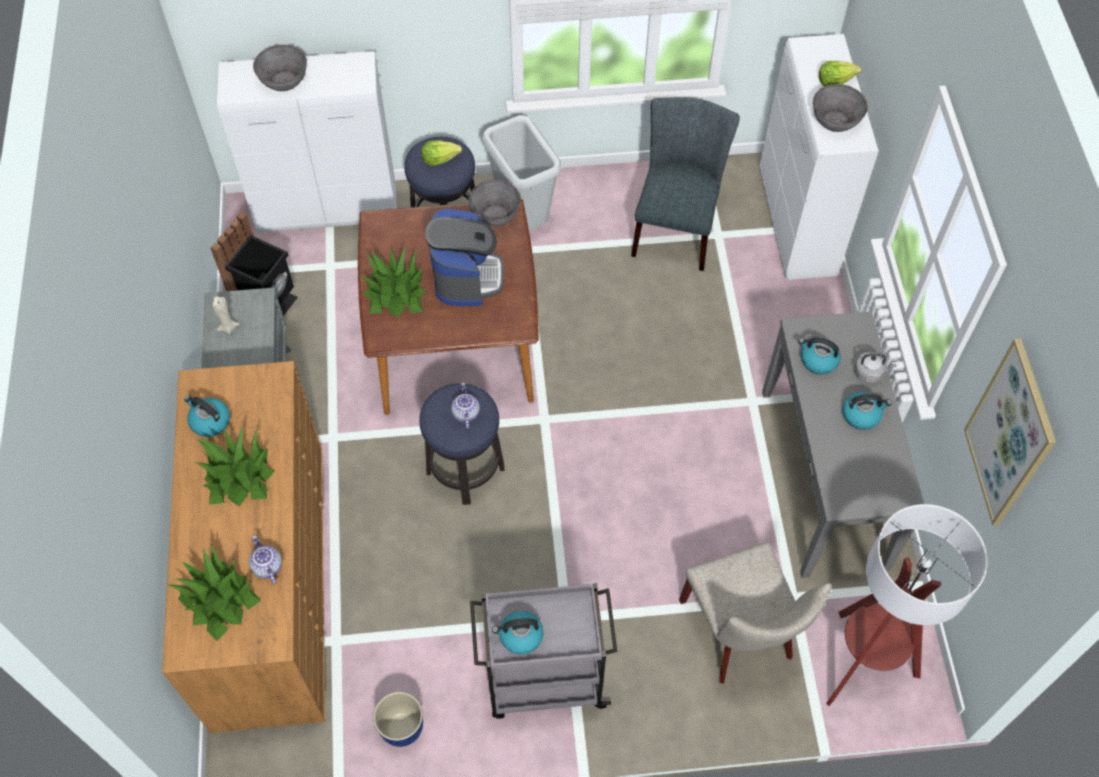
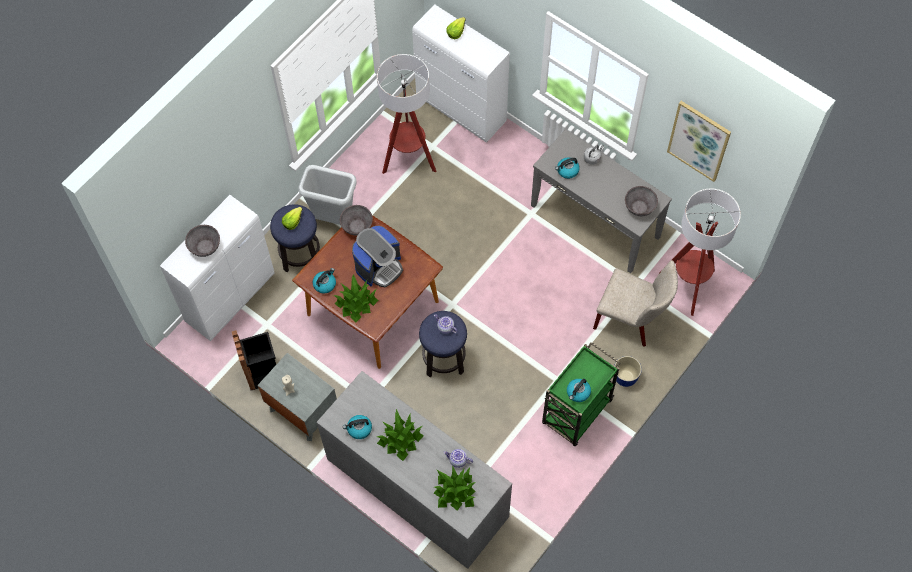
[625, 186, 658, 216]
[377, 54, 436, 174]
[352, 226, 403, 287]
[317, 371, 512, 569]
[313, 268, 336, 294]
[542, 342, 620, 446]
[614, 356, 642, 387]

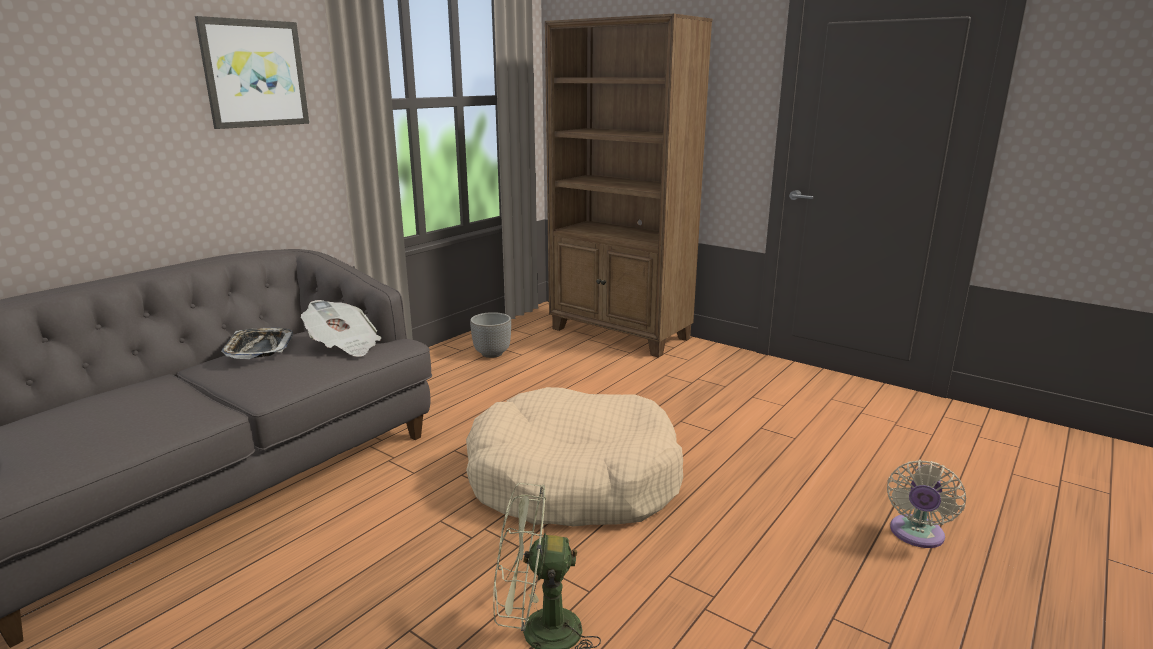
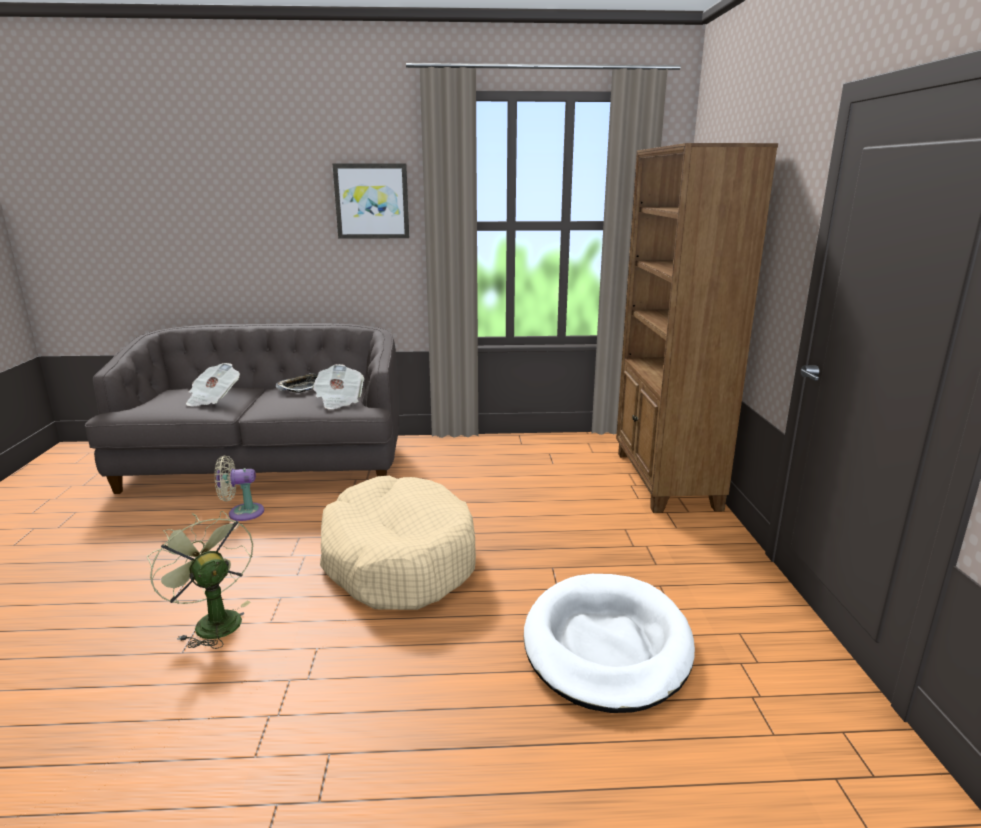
[470, 312, 511, 358] (first image)
[215, 455, 264, 521]
[186, 363, 240, 406]
[524, 574, 695, 713]

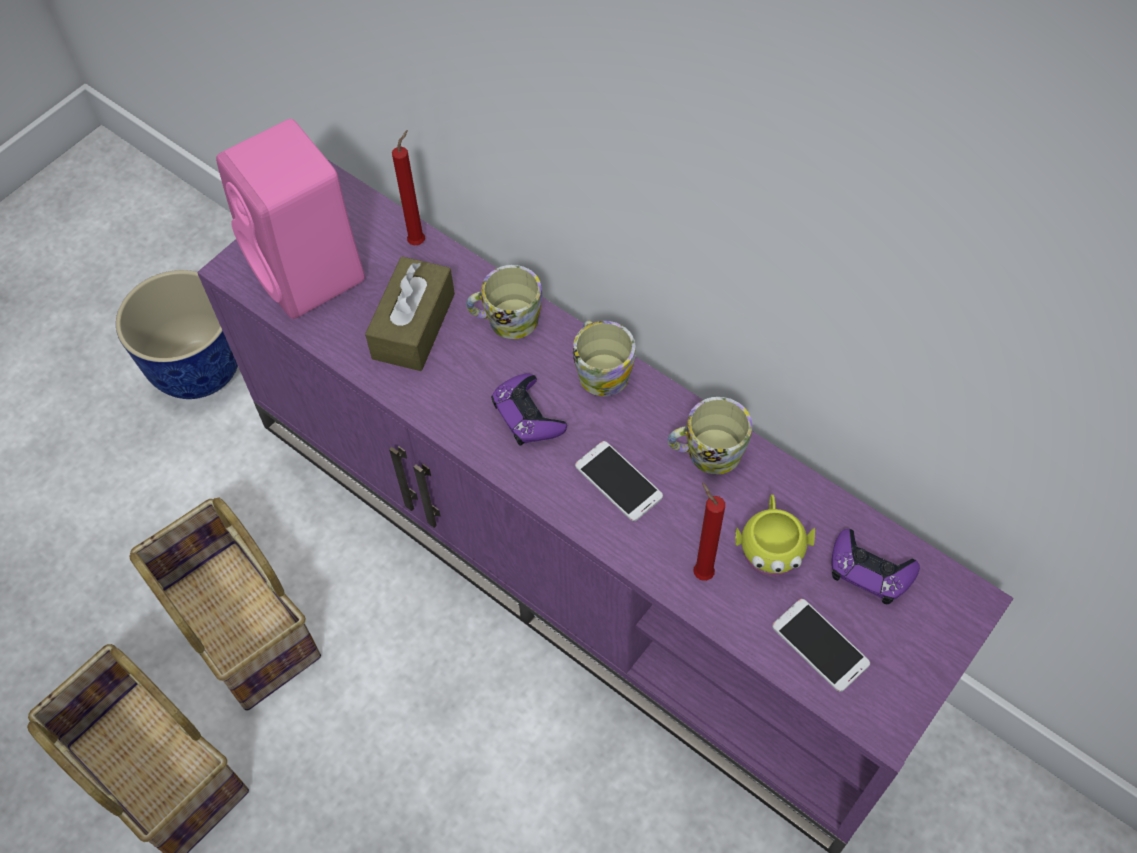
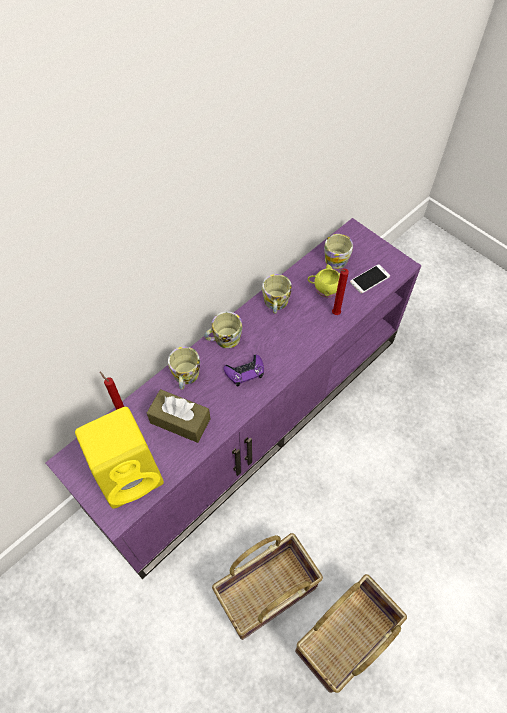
[75, 407, 164, 509]
[116, 270, 238, 399] (first image)
[575, 441, 663, 521] (first image)
[324, 234, 353, 269]

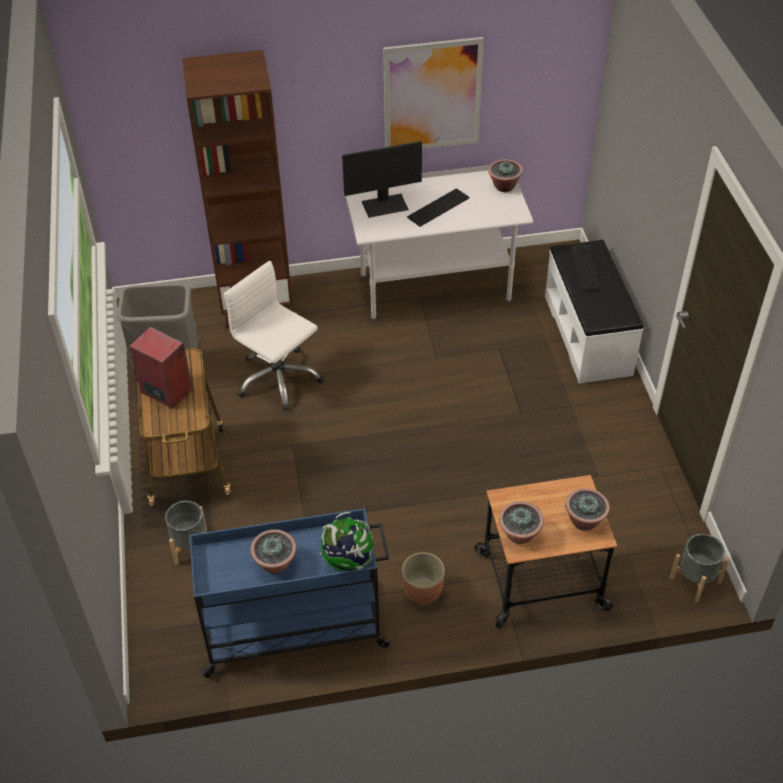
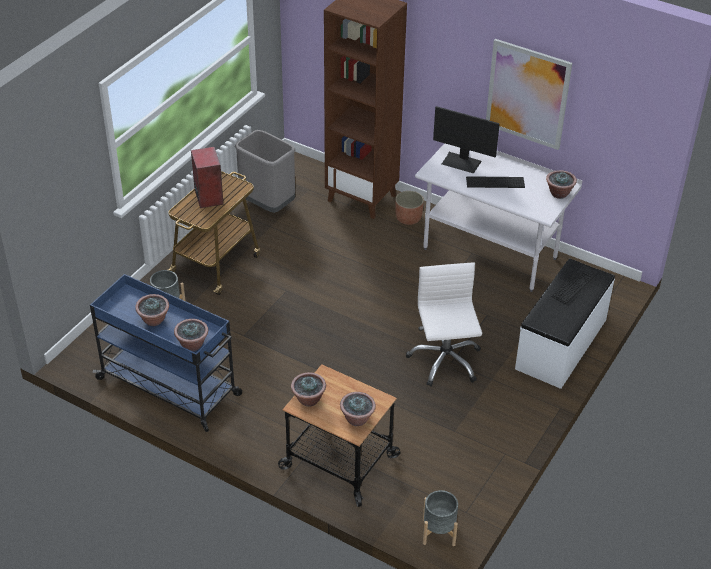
[406, 262, 482, 387]
[174, 319, 208, 351]
[395, 191, 424, 225]

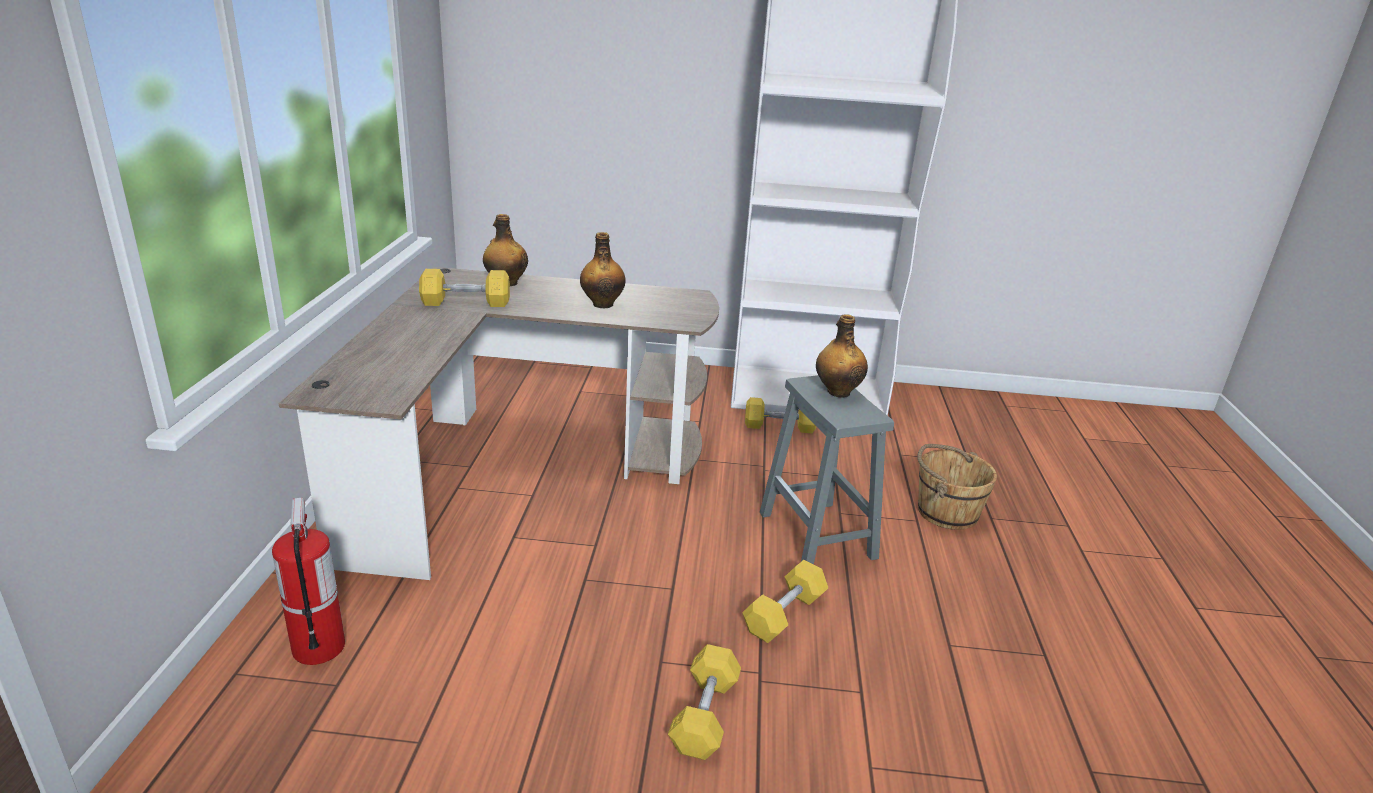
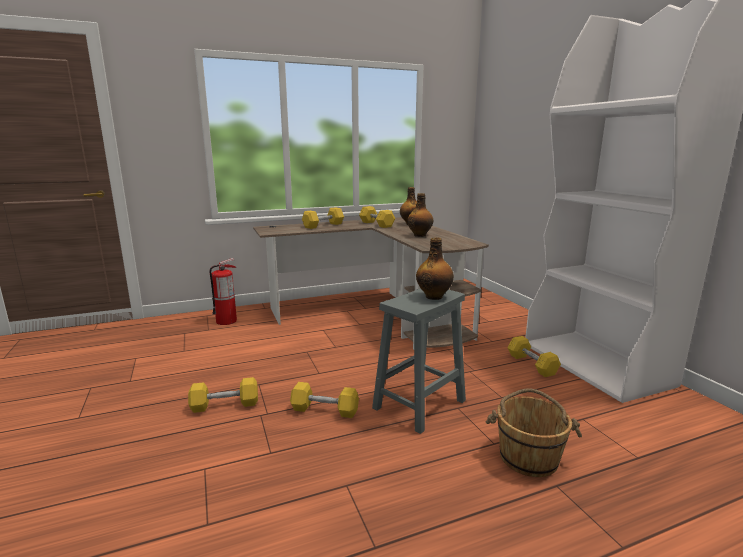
[302, 207, 344, 229]

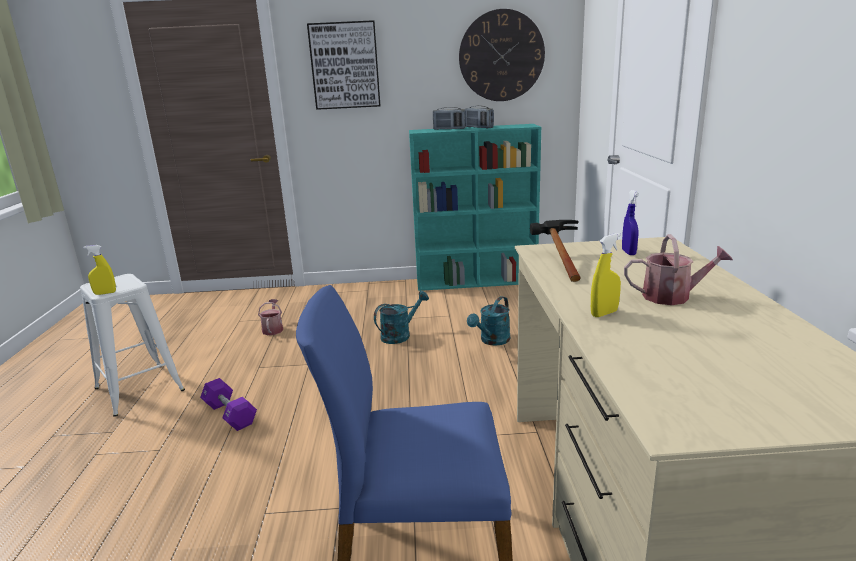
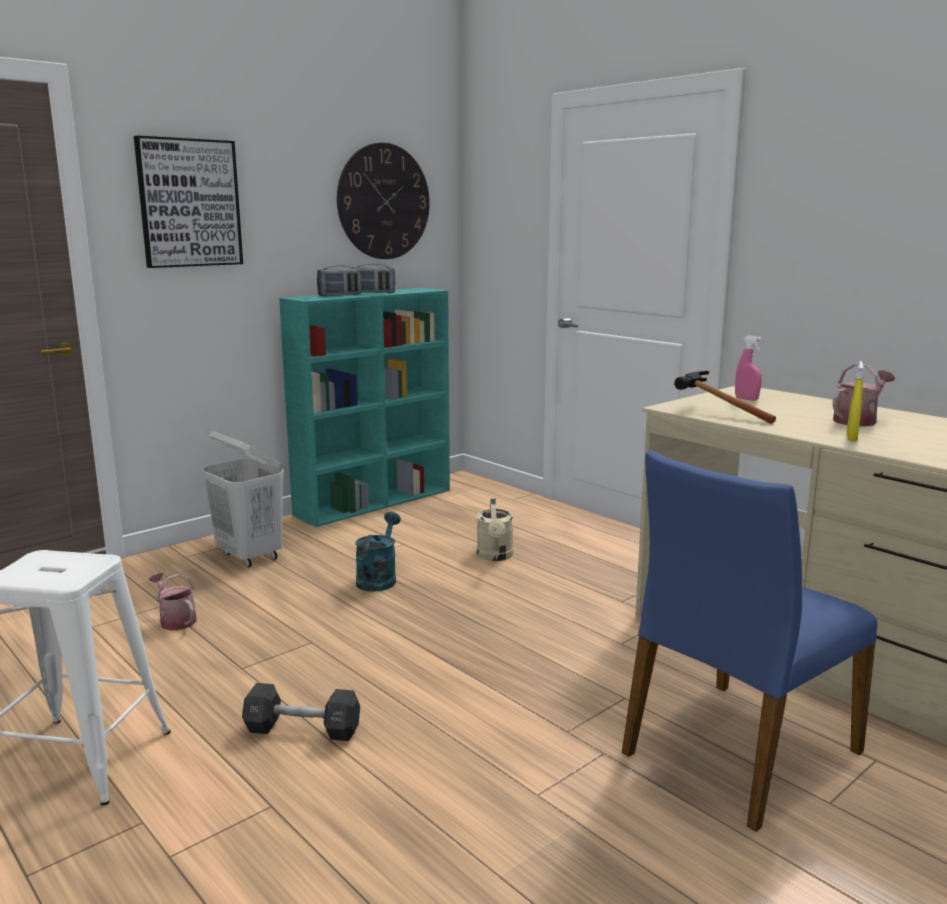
[735, 336, 762, 401]
[83, 245, 116, 295] (first image)
[477, 499, 513, 561]
[242, 683, 360, 741]
[201, 431, 284, 568]

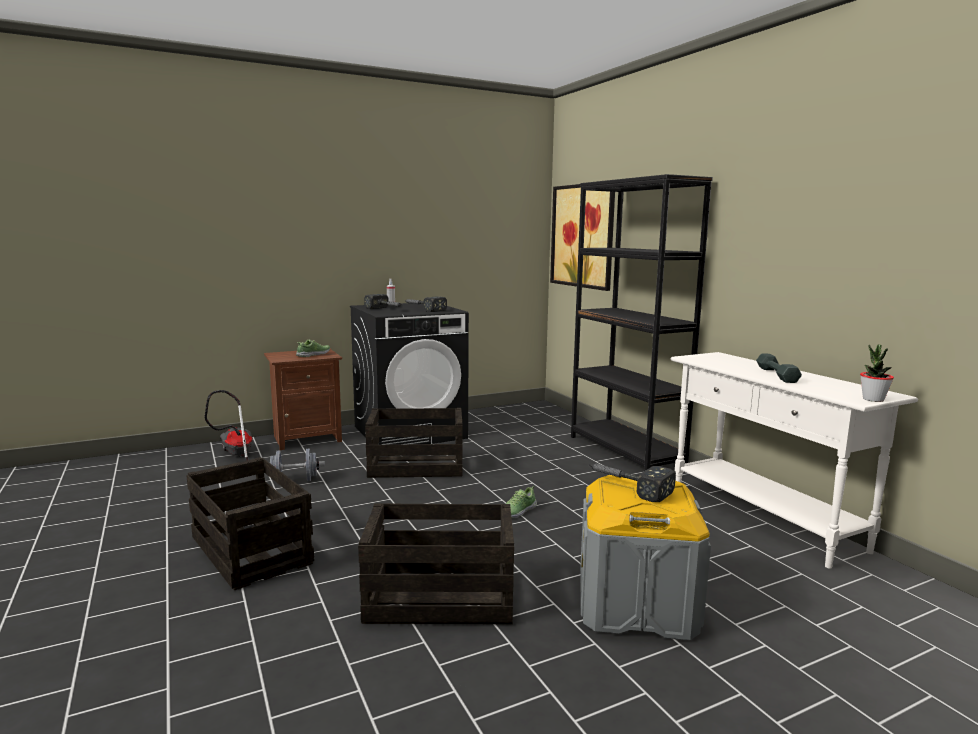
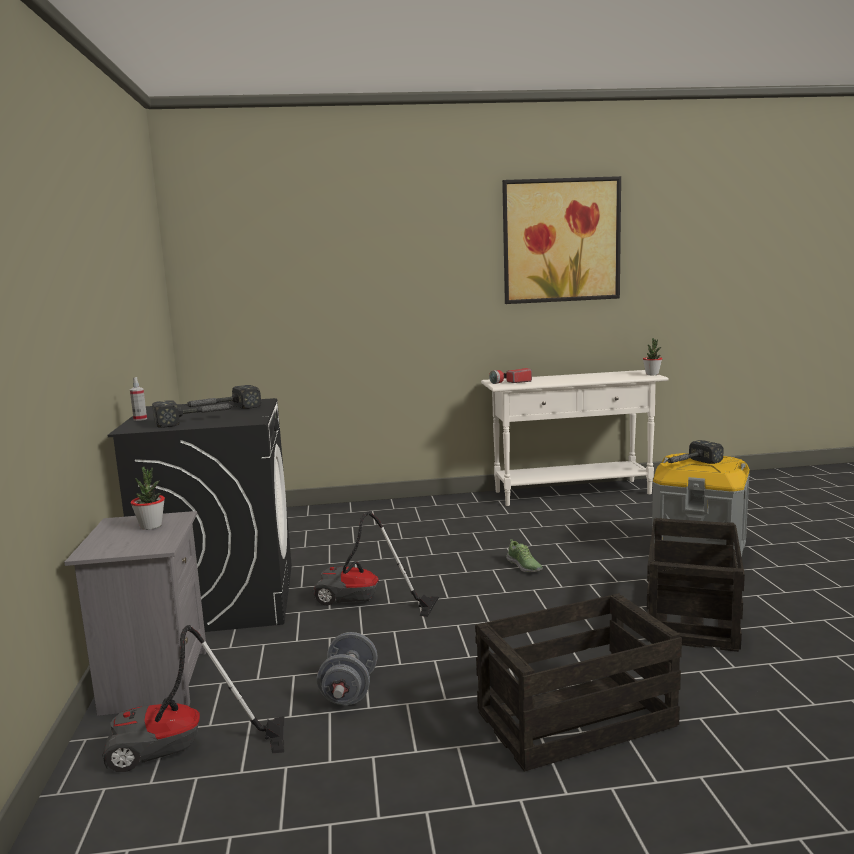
[571, 174, 713, 471] (first image)
[502, 176, 621, 304]
[131, 467, 165, 530]
[64, 511, 206, 716]
[756, 354, 802, 383] (first image)
[313, 512, 439, 617]
[489, 368, 532, 384]

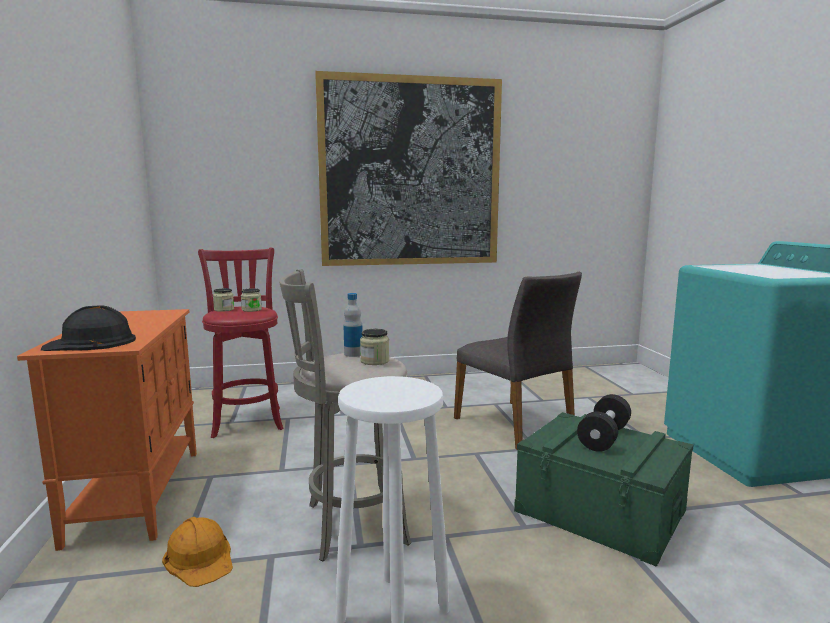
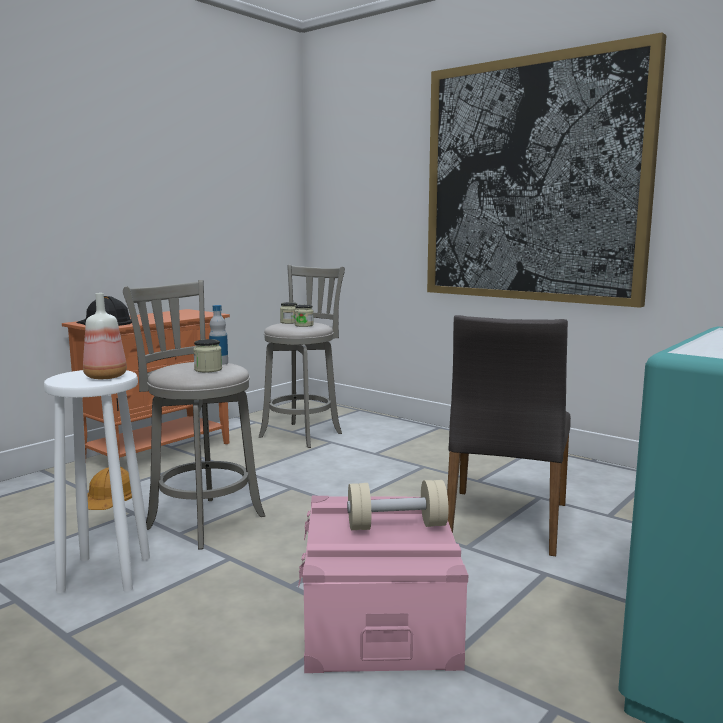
[259, 264, 345, 448]
[347, 480, 448, 530]
[298, 496, 468, 673]
[83, 293, 127, 379]

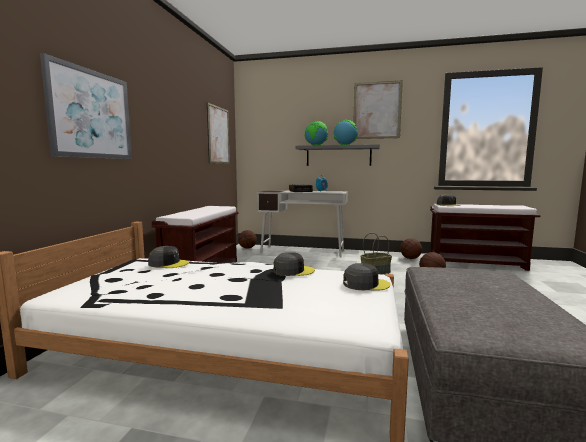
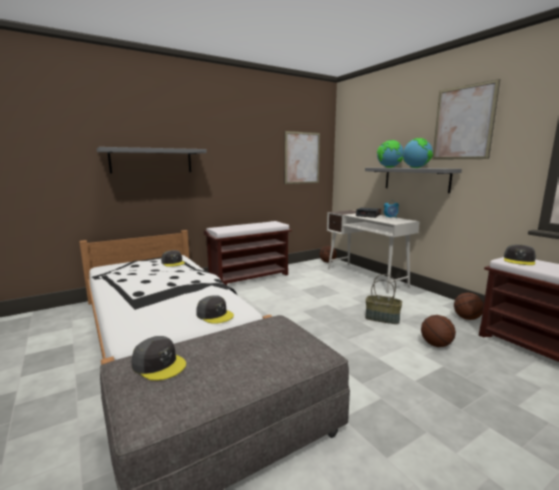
[97, 147, 207, 173]
[131, 336, 186, 381]

